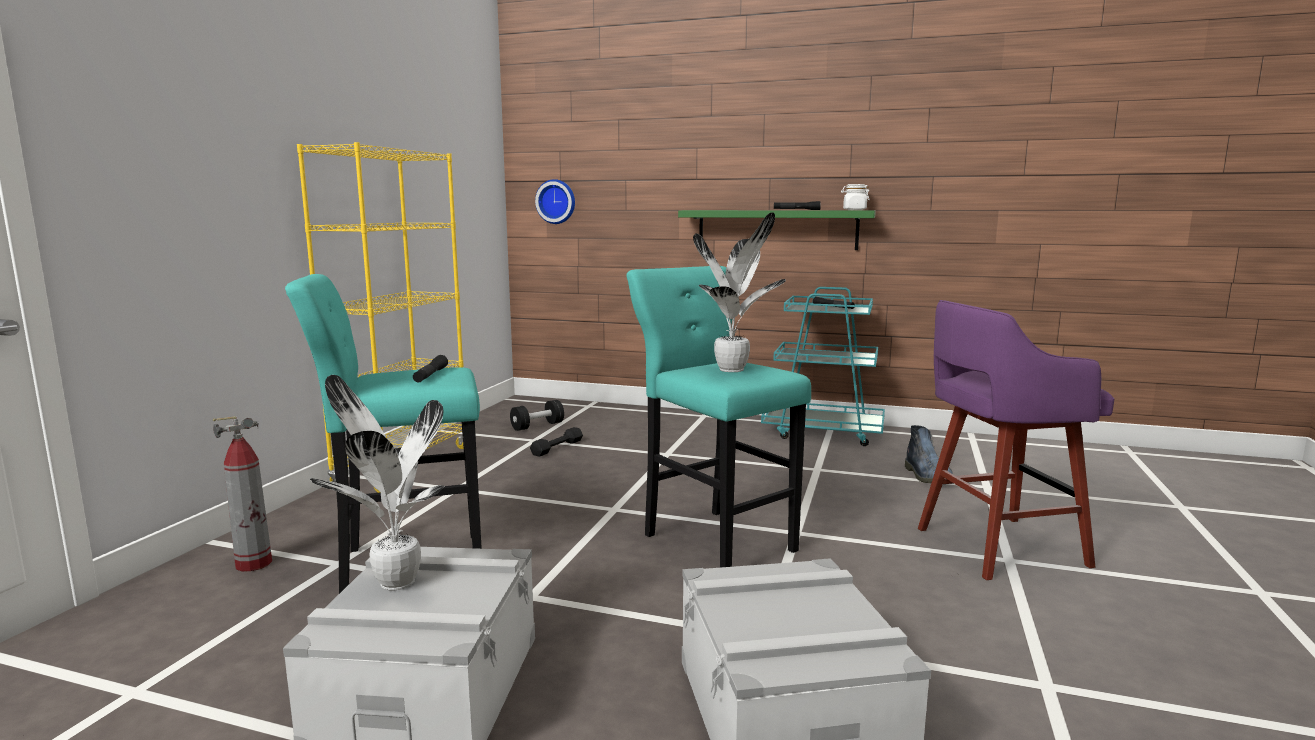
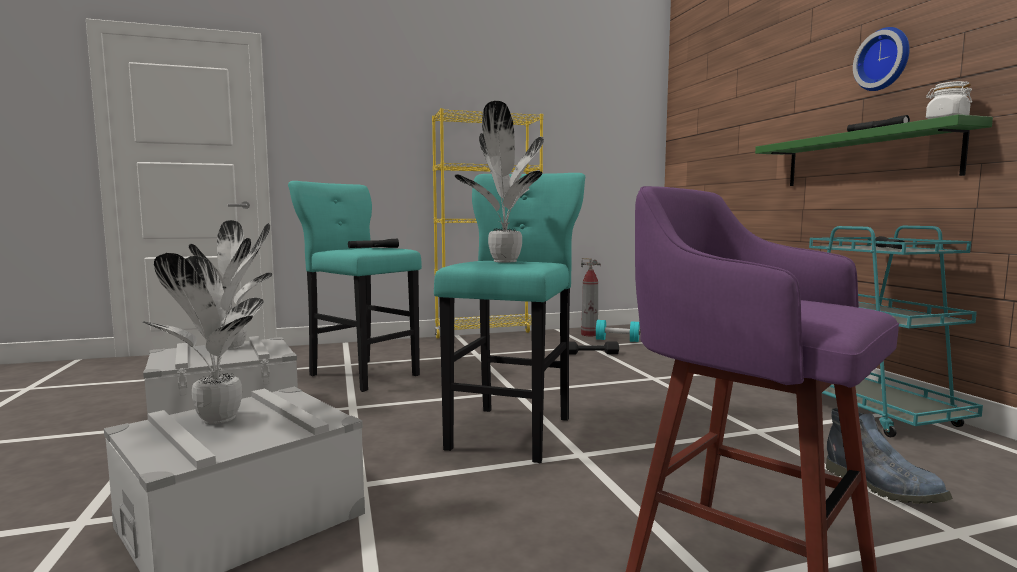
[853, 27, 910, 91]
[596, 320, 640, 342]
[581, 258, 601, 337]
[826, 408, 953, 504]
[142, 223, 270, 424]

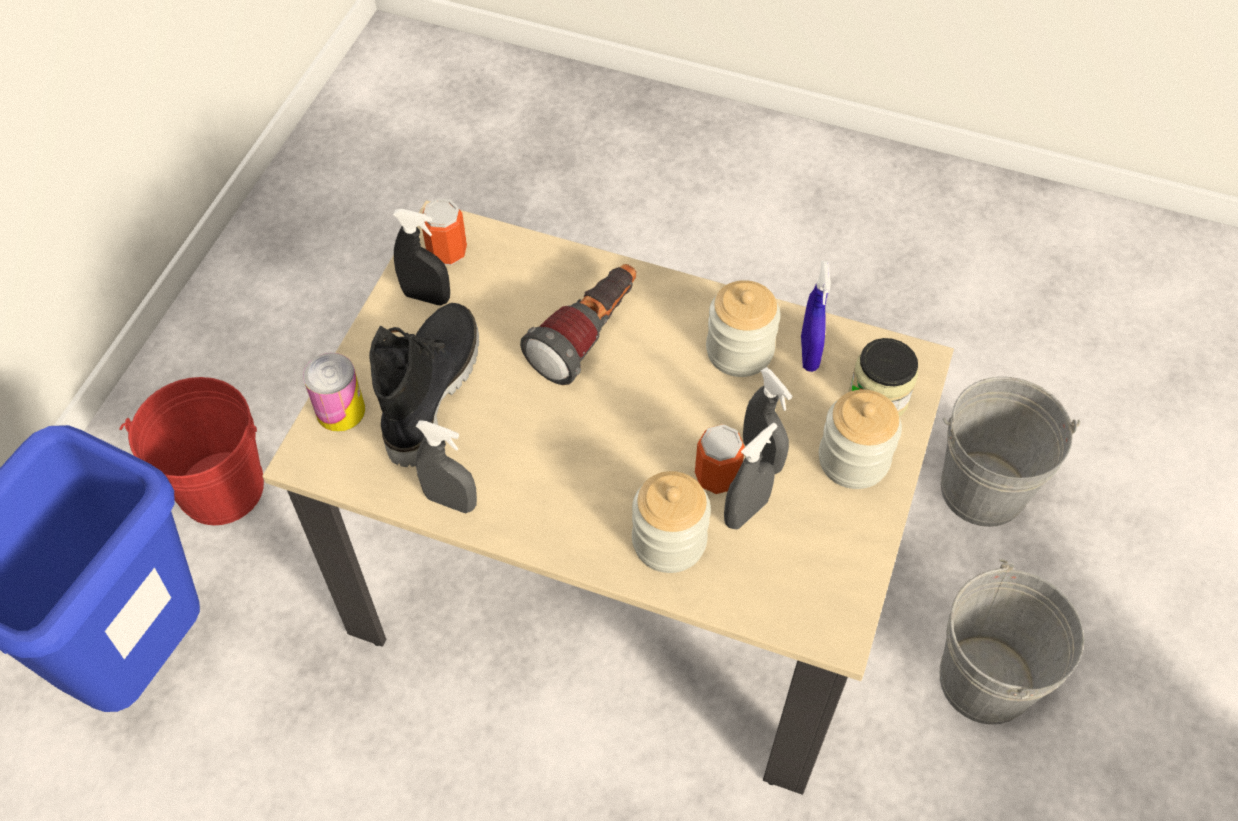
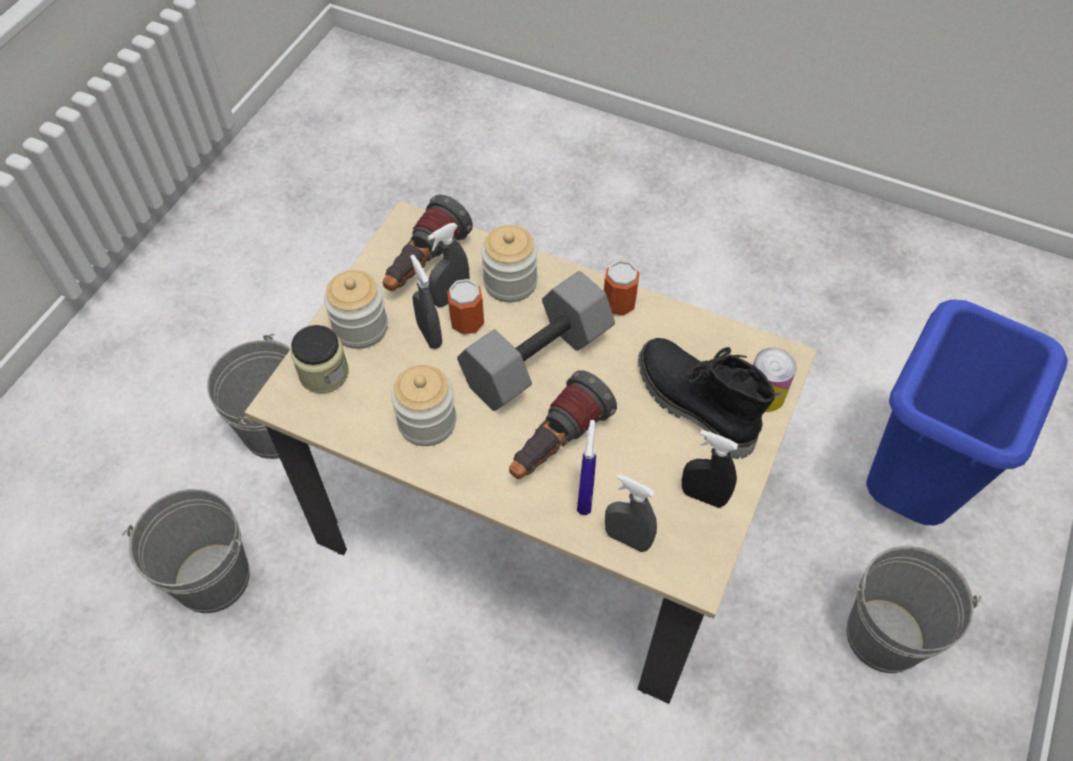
[604, 260, 640, 316]
[577, 420, 596, 515]
[638, 338, 775, 459]
[846, 546, 981, 673]
[605, 474, 657, 552]
[383, 195, 473, 291]
[457, 271, 615, 411]

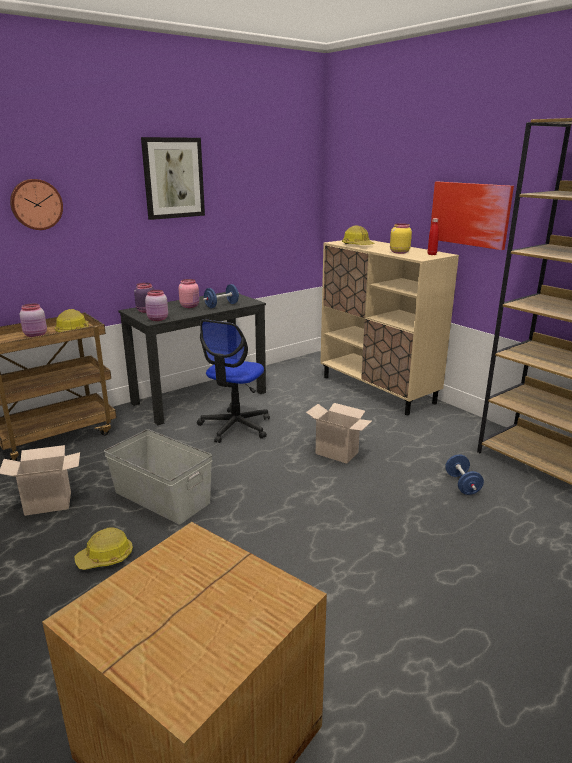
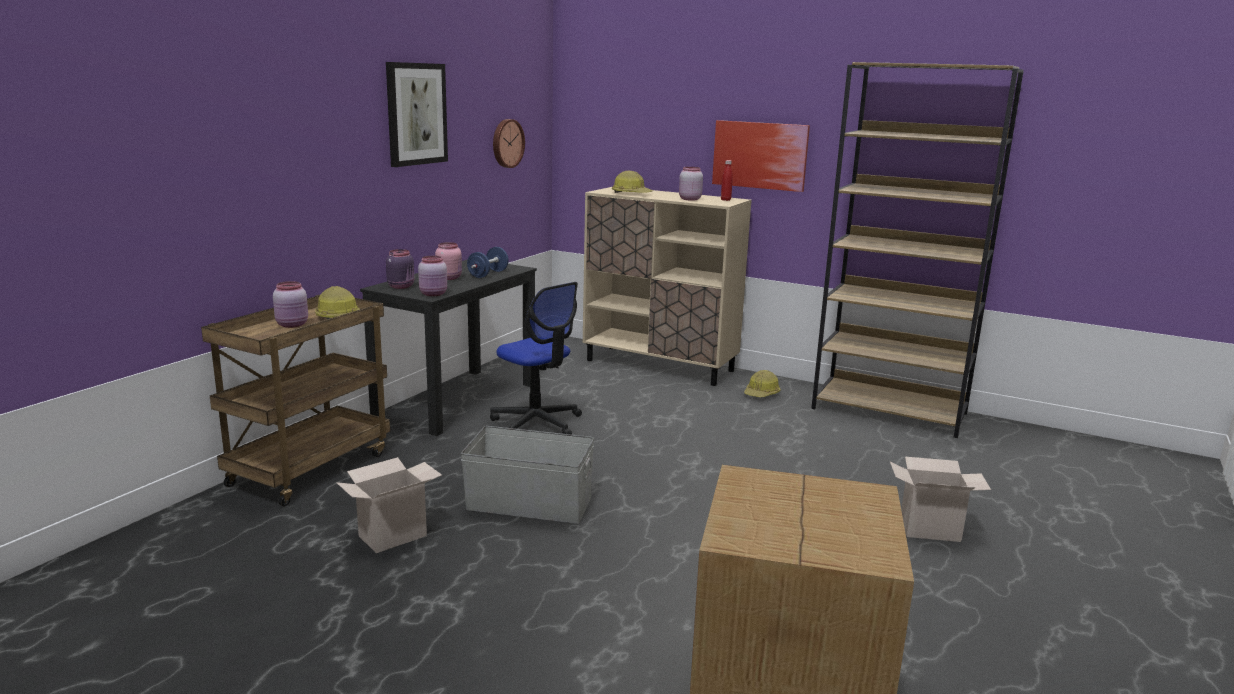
[493, 119, 525, 168]
[679, 167, 703, 200]
[490, 282, 582, 435]
[890, 457, 991, 542]
[445, 454, 484, 495] (first image)
[744, 370, 781, 398]

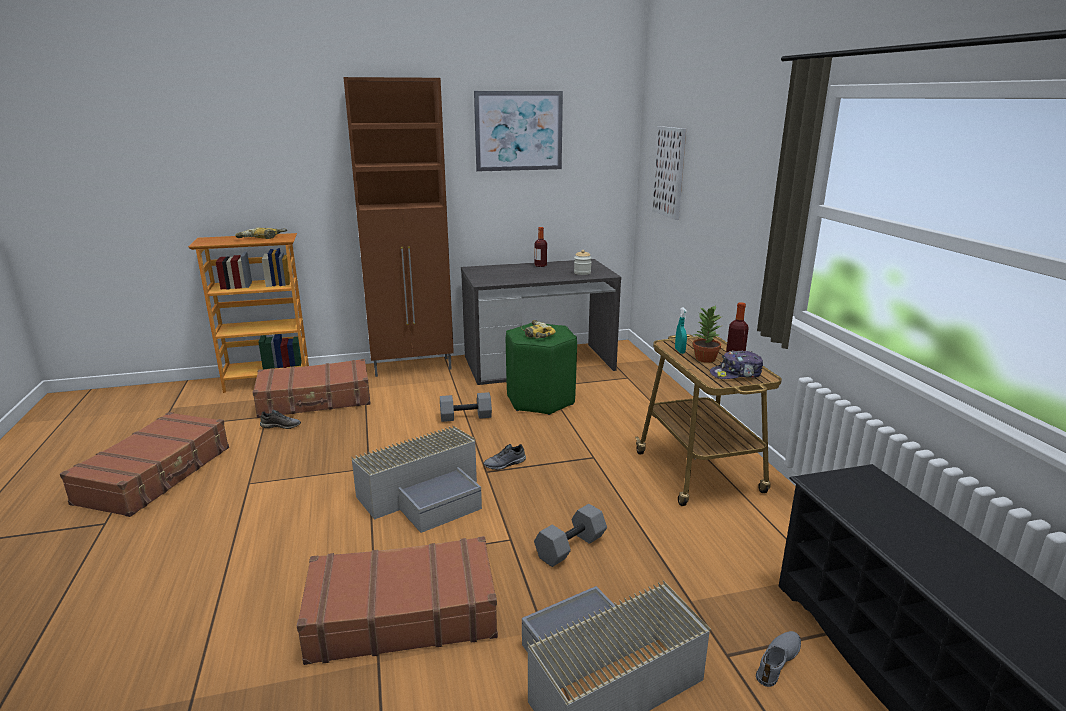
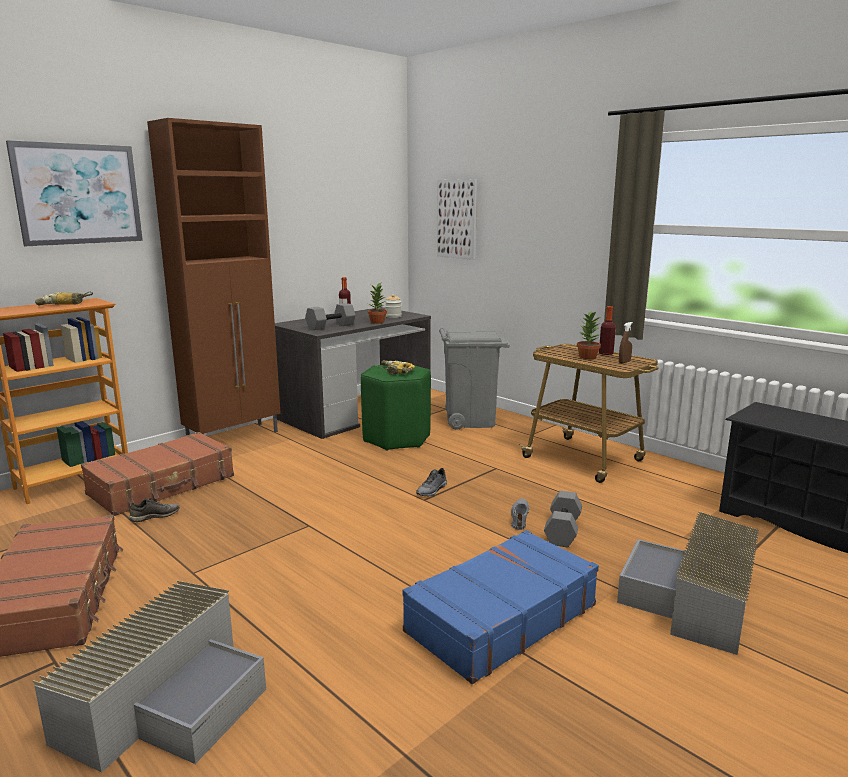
[6, 140, 143, 246]
[675, 307, 687, 354] (first image)
[619, 322, 633, 363]
[305, 303, 356, 330]
[33, 581, 266, 773]
[402, 530, 599, 684]
[511, 498, 529, 530]
[368, 283, 387, 324]
[439, 328, 510, 430]

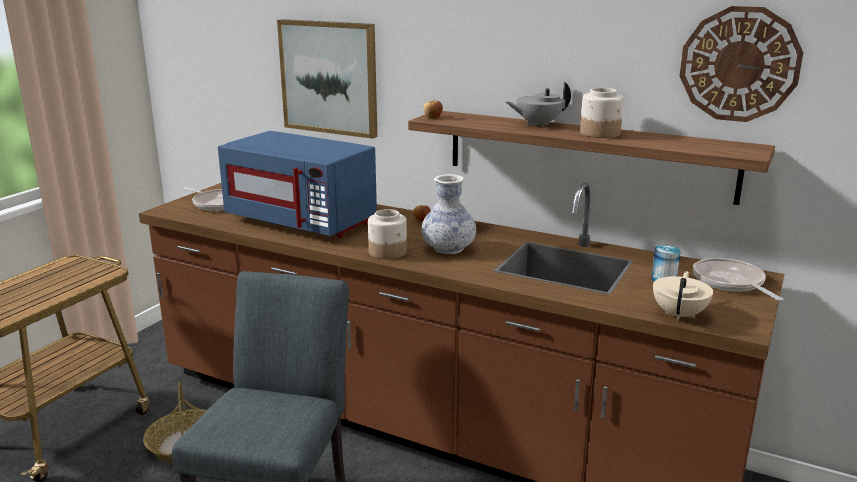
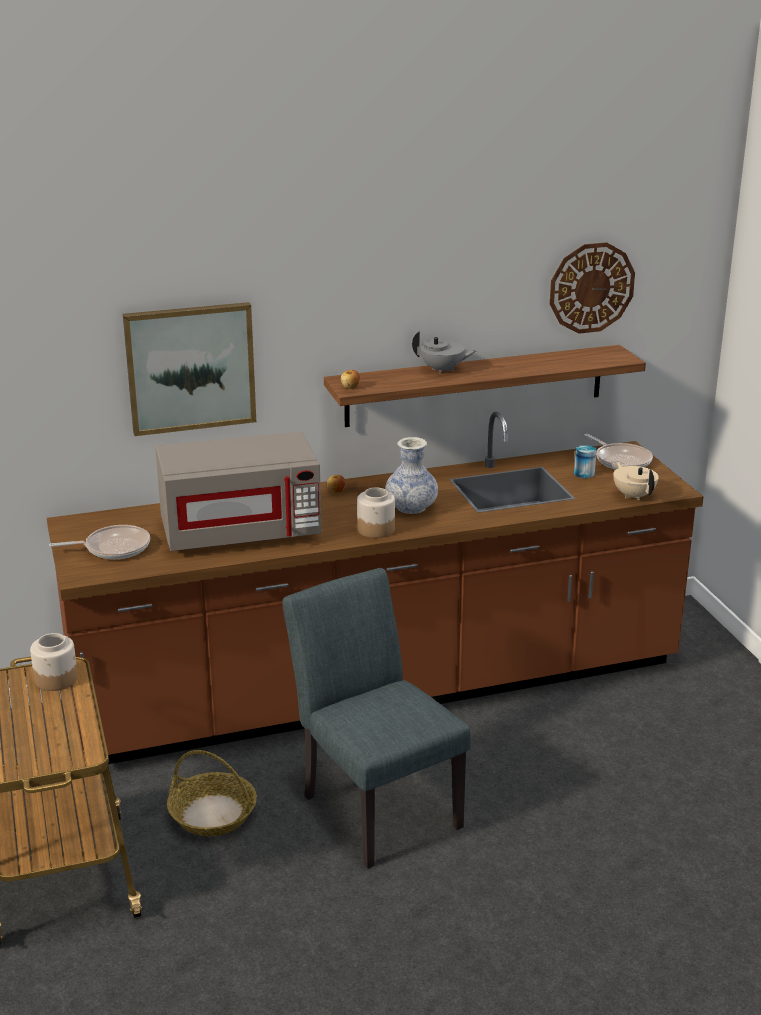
[412, 331, 477, 374]
[30, 633, 78, 691]
[155, 432, 321, 551]
[584, 434, 653, 469]

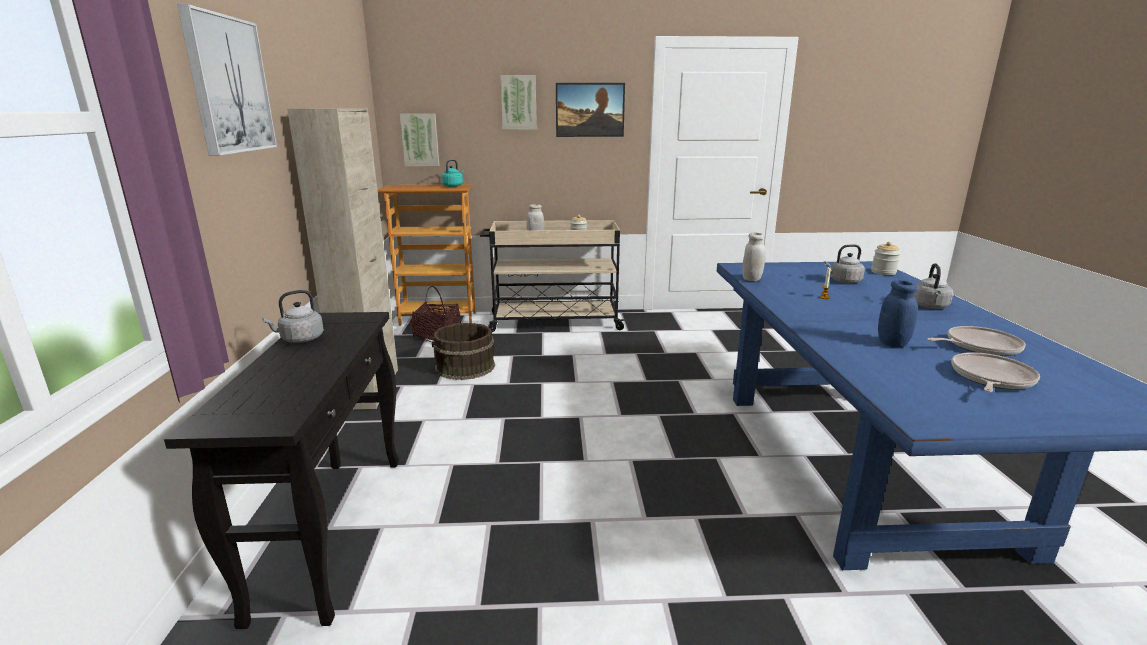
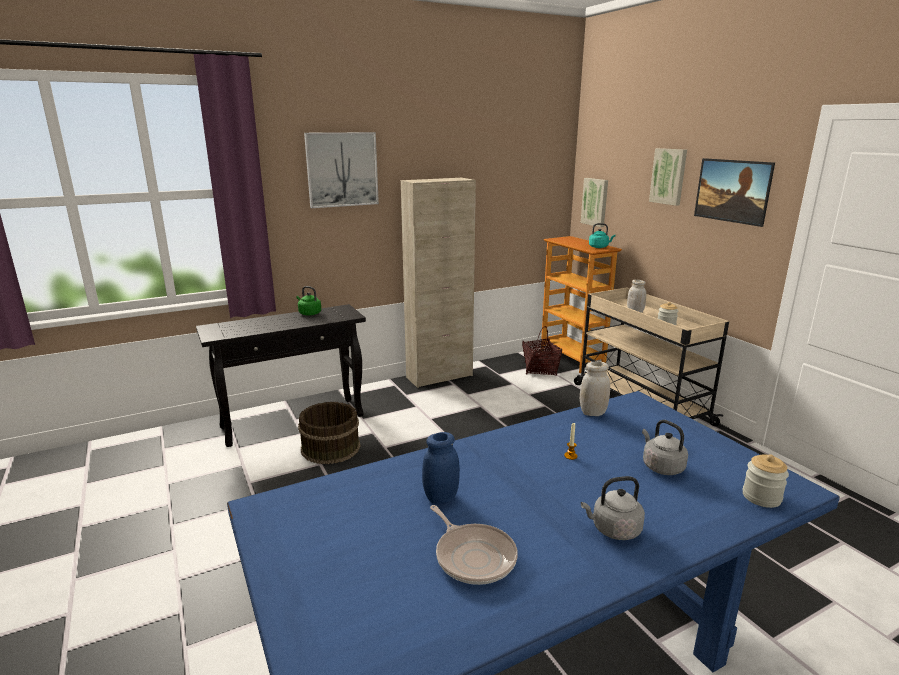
[296, 286, 321, 316]
[298, 402, 361, 464]
[951, 352, 1040, 392] (first image)

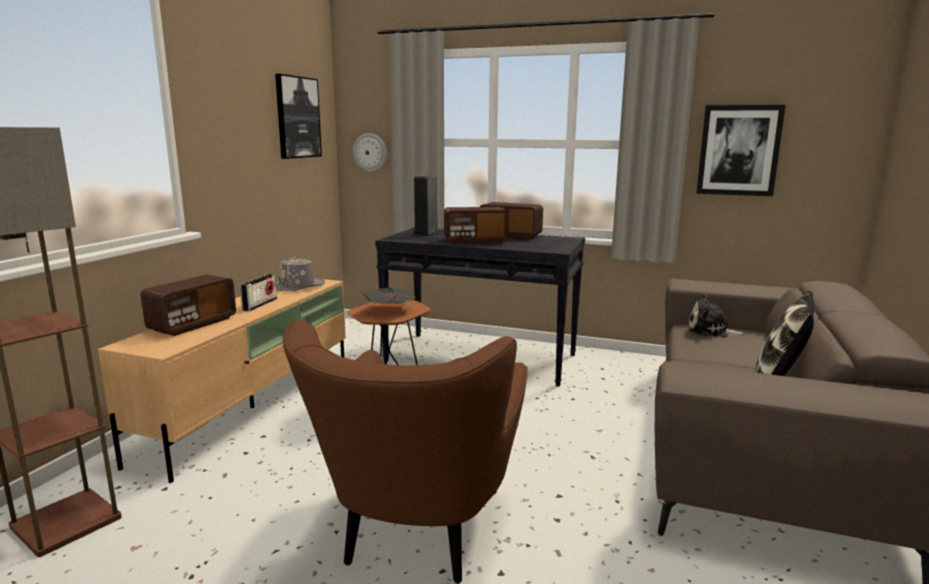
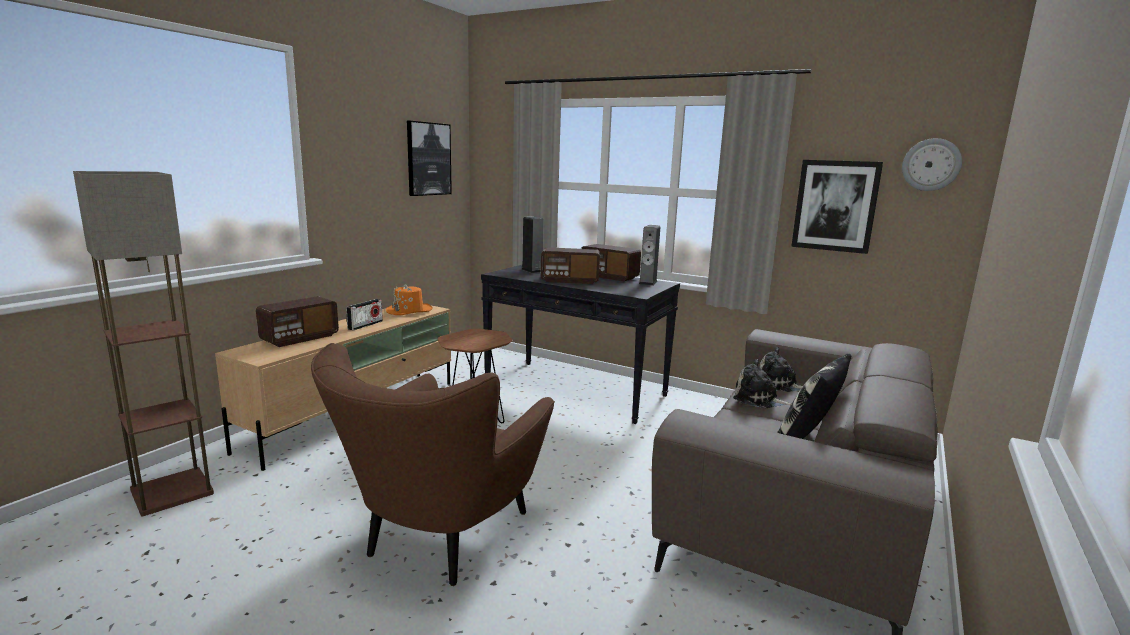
[902, 138, 962, 191]
[386, 285, 433, 315]
[361, 288, 416, 304] (first image)
[639, 225, 660, 286]
[733, 359, 791, 408]

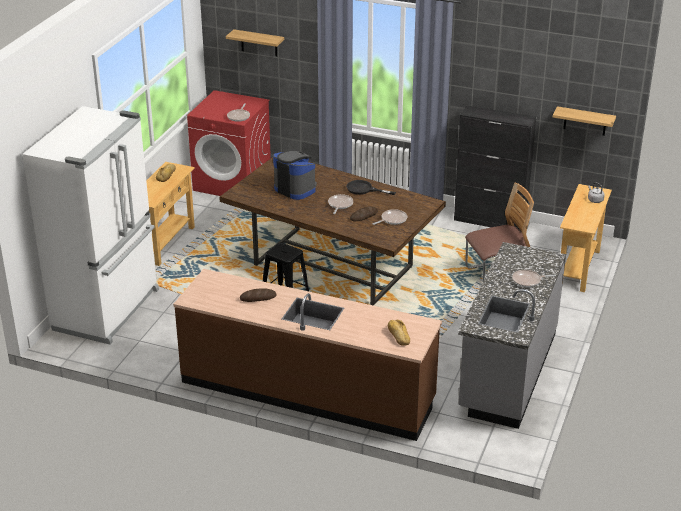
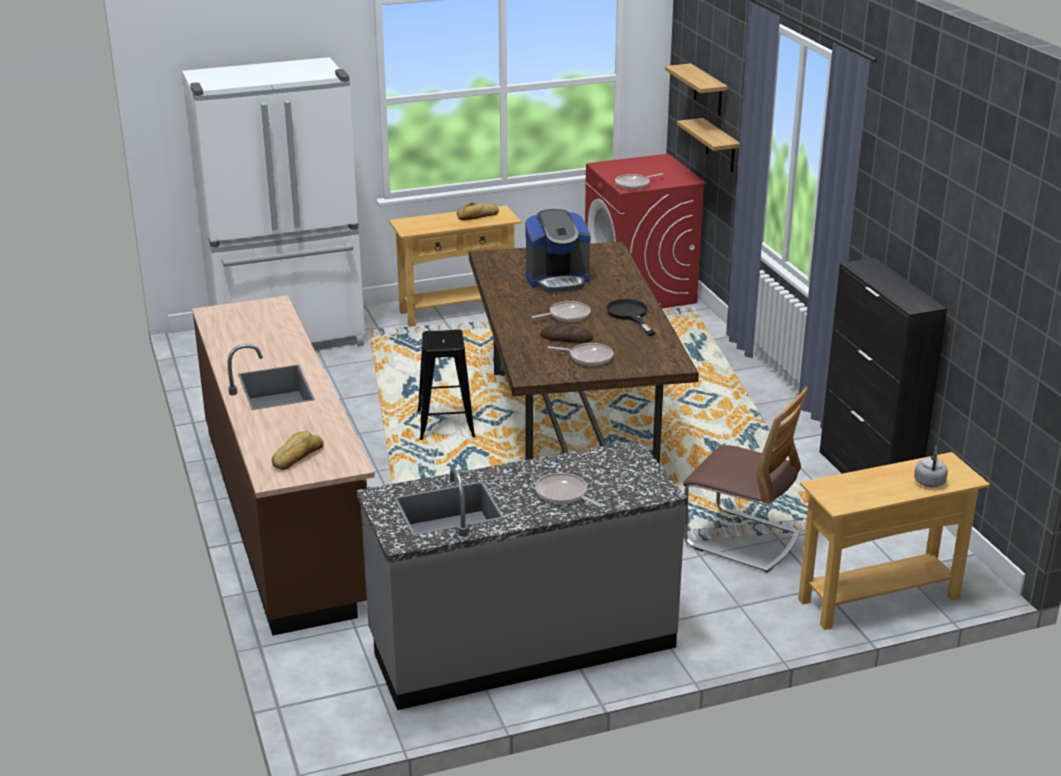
[677, 118, 739, 172]
[525, 209, 591, 292]
[240, 288, 277, 302] (first image)

